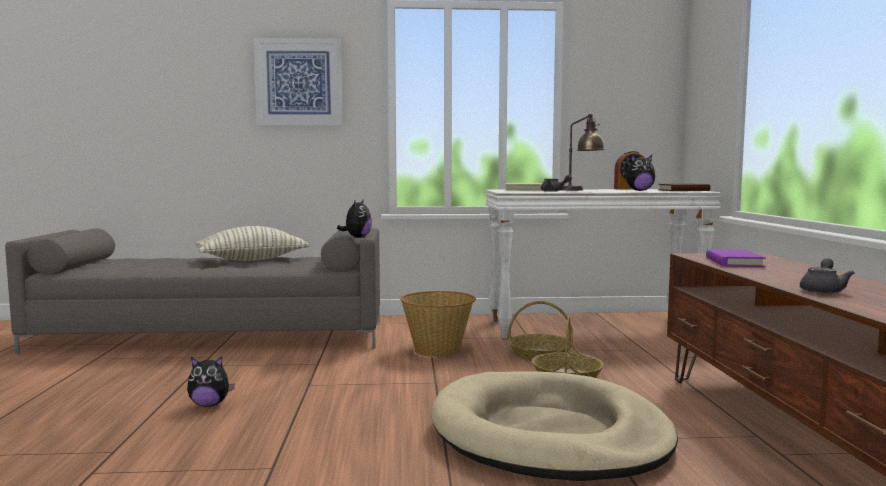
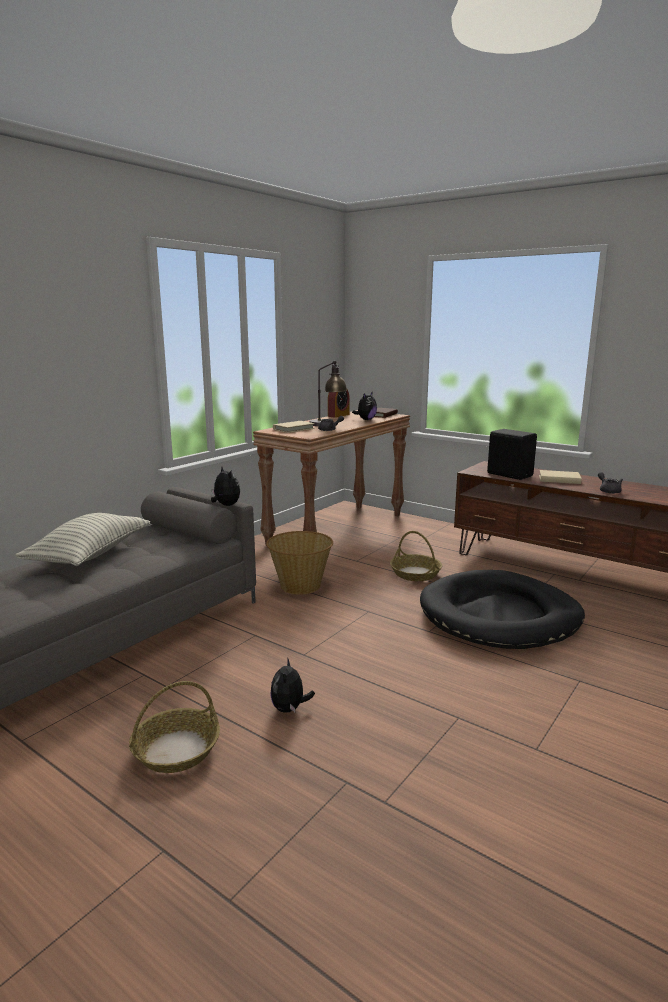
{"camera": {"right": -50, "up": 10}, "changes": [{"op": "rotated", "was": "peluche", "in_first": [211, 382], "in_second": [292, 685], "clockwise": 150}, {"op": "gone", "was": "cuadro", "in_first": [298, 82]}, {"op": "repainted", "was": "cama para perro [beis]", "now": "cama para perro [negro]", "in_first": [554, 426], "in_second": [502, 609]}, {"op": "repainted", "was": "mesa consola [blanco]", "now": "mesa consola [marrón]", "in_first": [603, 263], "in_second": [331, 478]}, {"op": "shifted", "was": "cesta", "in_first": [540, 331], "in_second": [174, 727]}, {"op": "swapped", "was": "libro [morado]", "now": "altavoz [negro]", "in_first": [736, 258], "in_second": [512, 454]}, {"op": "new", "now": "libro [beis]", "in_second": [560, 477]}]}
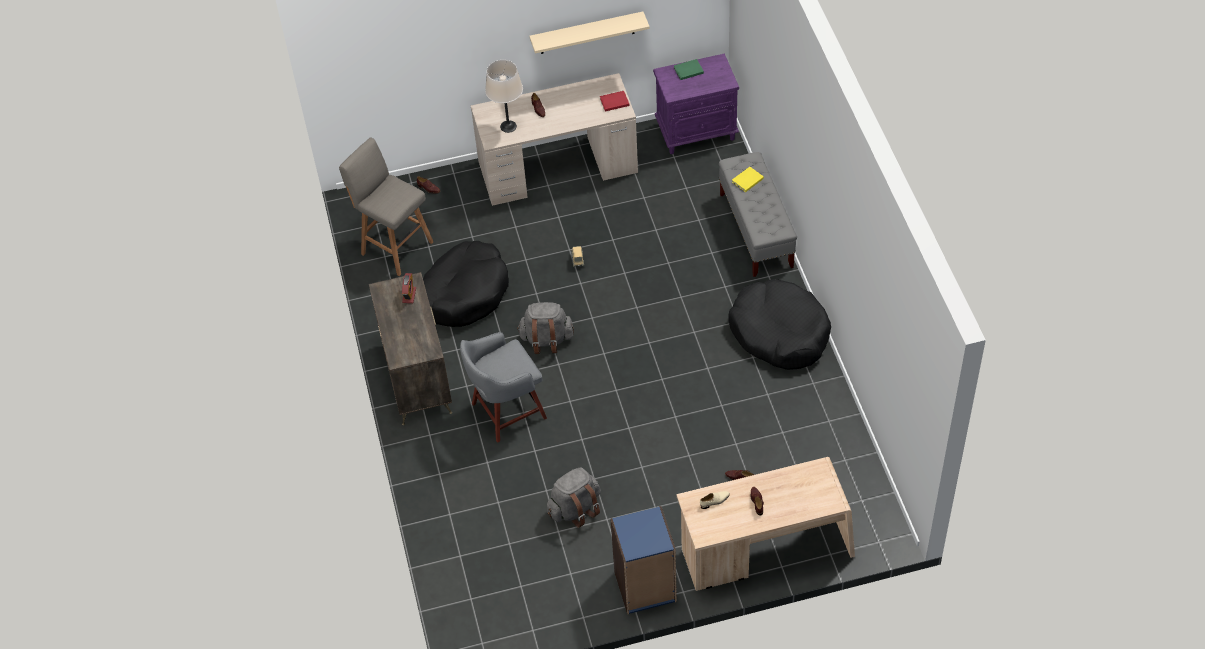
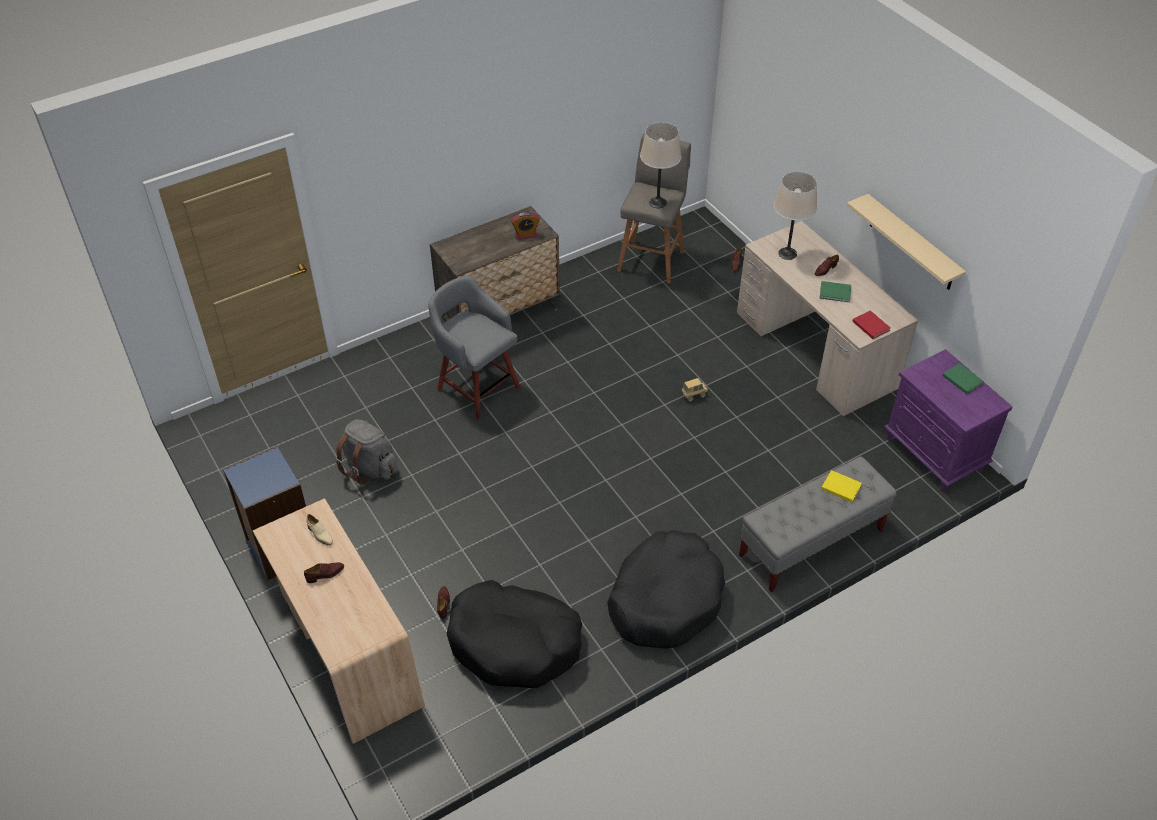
{"camera": {"right": 70, "up": -5}, "changes": [{"op": "shifted", "was": "cama para perro [negro]", "in_first": [466, 284], "in_second": [514, 634]}, {"op": "gone", "was": "mochila [gris]", "in_first": [545, 328]}, {"op": "new", "now": "lámpara de mesa [beis]", "in_second": [661, 165]}, {"op": "new", "now": "libro [verde]", "in_second": [835, 291]}]}
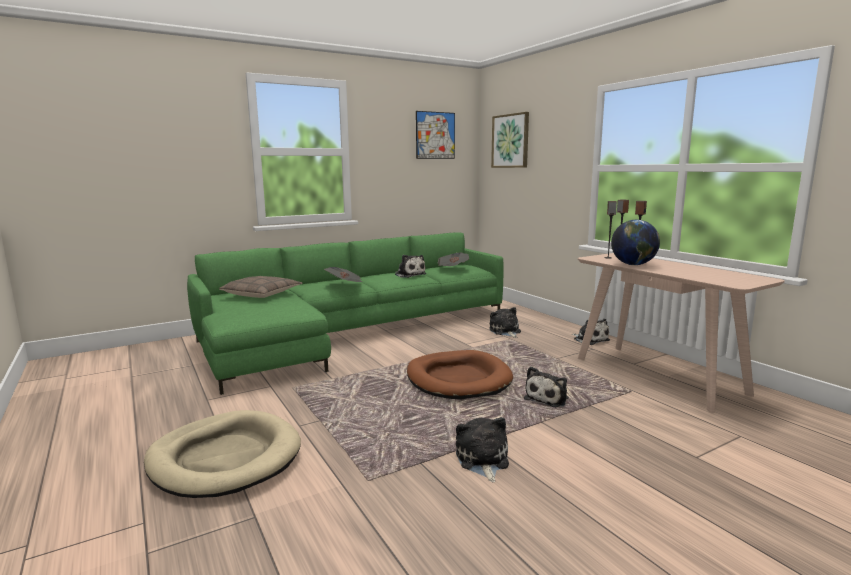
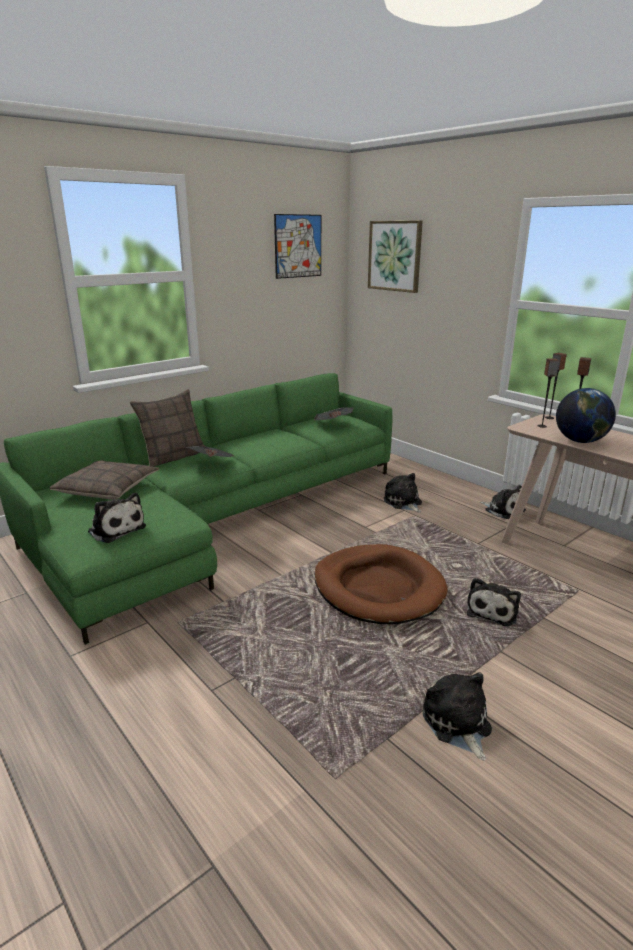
{"camera": {"right": -10, "up": 10}, "changes": [{"op": "gone", "was": "cama para perro [beis]", "in_first": [222, 454]}, {"op": "shifted", "was": "peluche", "in_first": [410, 266], "in_second": [117, 518]}, {"op": "new", "now": "cojín", "in_second": [167, 428]}]}
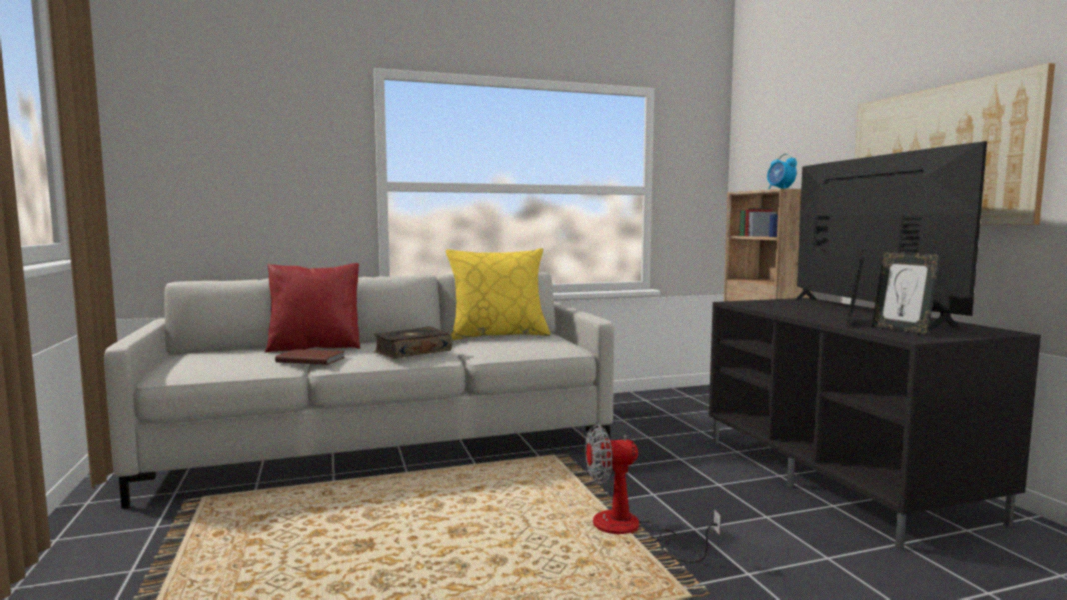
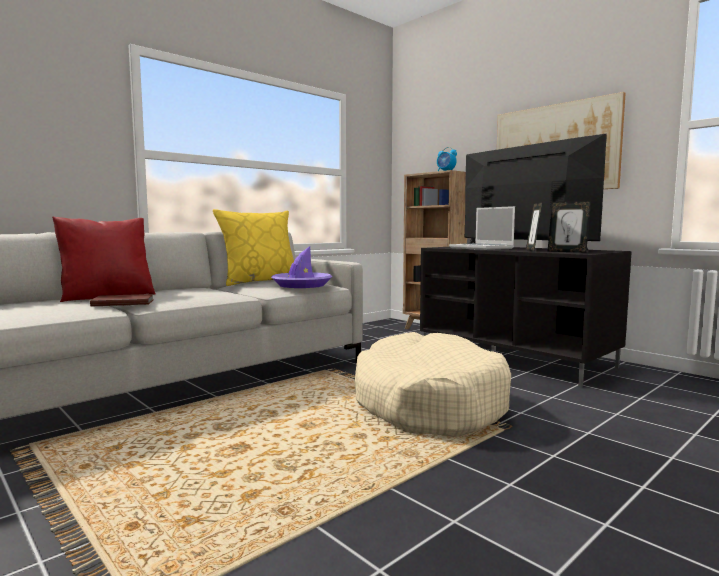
{"camera": {"right": -25, "up": 0}, "changes": [{"op": "gone", "was": "libro", "in_first": [413, 342]}, {"op": "swapped", "was": "ventilador", "now": "cama para perro [beis]", "in_first": [653, 493], "in_second": [432, 384]}, {"op": "new", "now": "sombrero [morado]", "in_second": [302, 267]}, {"op": "new", "now": "portátil", "in_second": [482, 228]}]}
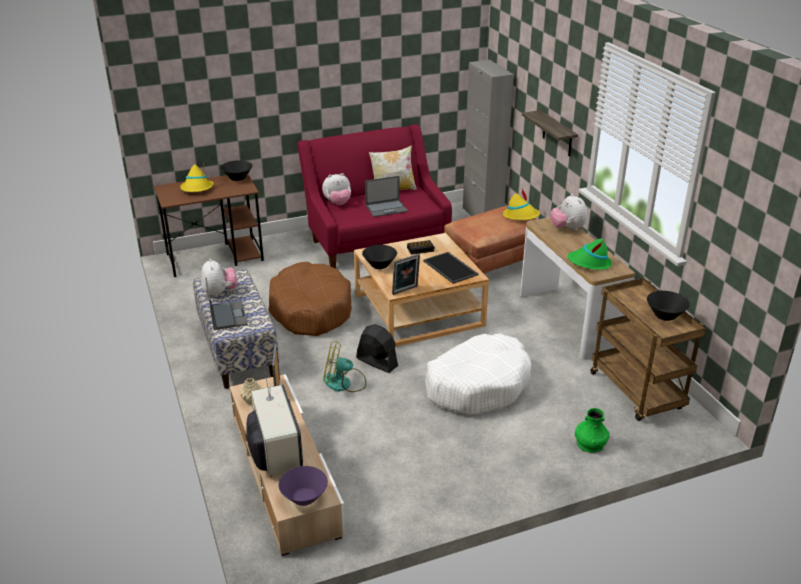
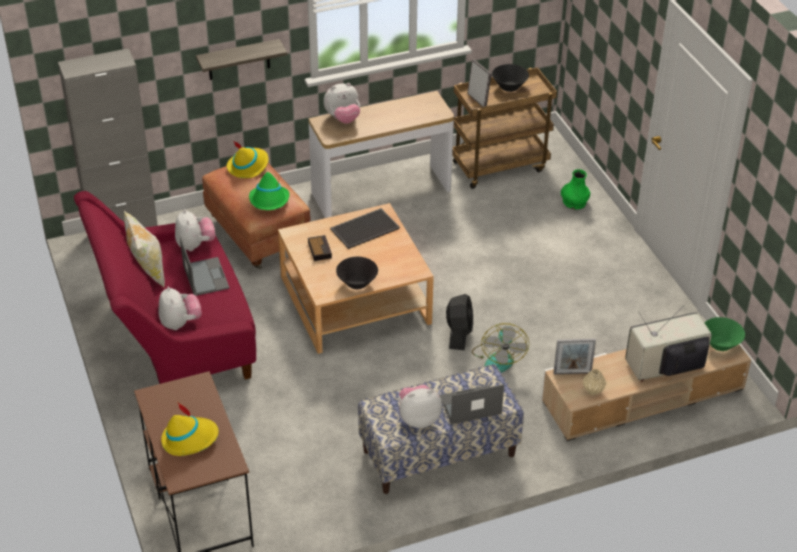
{"camera": {"right": -90, "up": 10}, "changes": [{"op": "gone", "was": "cuenco [negro]", "in_first": [236, 170]}, {"op": "gone", "was": "cama para perro [marrón]", "in_first": [310, 299]}, {"op": "repainted", "was": "cuenco [morado]", "now": "cuenco [verde]", "in_first": [303, 486], "in_second": [725, 334]}, {"op": "rotated", "was": "ventilador [negro]", "in_first": [377, 348], "in_second": [459, 322], "clockwise": 150}, {"op": "shifted", "was": "portarretratos", "in_first": [406, 274], "in_second": [479, 83]}, {"op": "gone", "was": "cama para perro [blanco]", "in_first": [478, 374]}, {"op": "shifted", "was": "sombrero [verde]", "in_first": [590, 254], "in_second": [269, 190]}, {"op": "new", "now": "peluche", "in_second": [195, 230]}]}
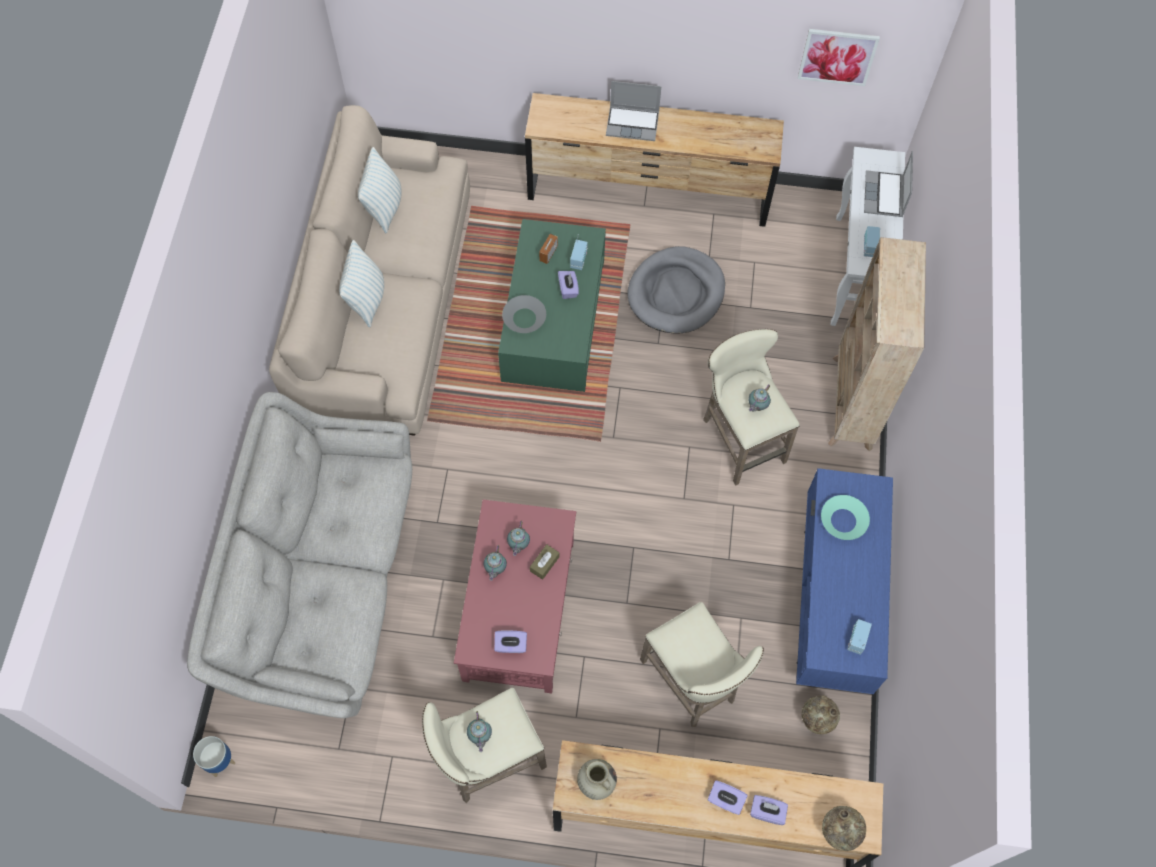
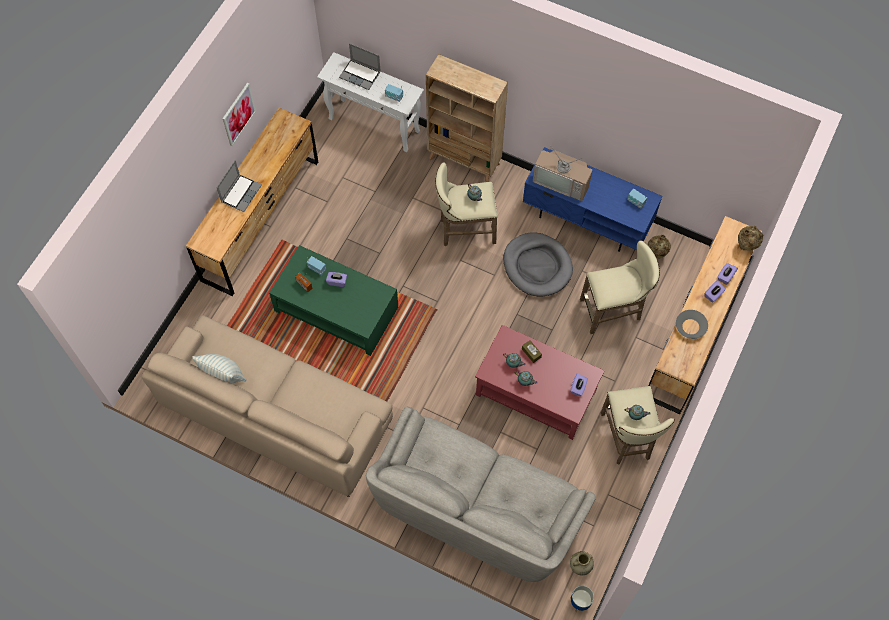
{"camera": {"right": -70, "up": 0}, "changes": [{"op": "gone", "was": "cojín", "in_first": [361, 284]}, {"op": "shifted", "was": "cuenco [gris]", "in_first": [524, 314], "in_second": [692, 324]}, {"op": "shifted", "was": "florero [beis]", "in_first": [597, 779], "in_second": [582, 563]}, {"op": "shifted", "was": "cama para perro [gris]", "in_first": [676, 290], "in_second": [538, 264]}, {"op": "shifted", "was": "cuadro", "in_first": [839, 57], "in_second": [239, 114]}, {"op": "swapped", "was": "cuenco [turquesa]", "now": "televisor", "in_first": [845, 517], "in_second": [562, 173]}]}
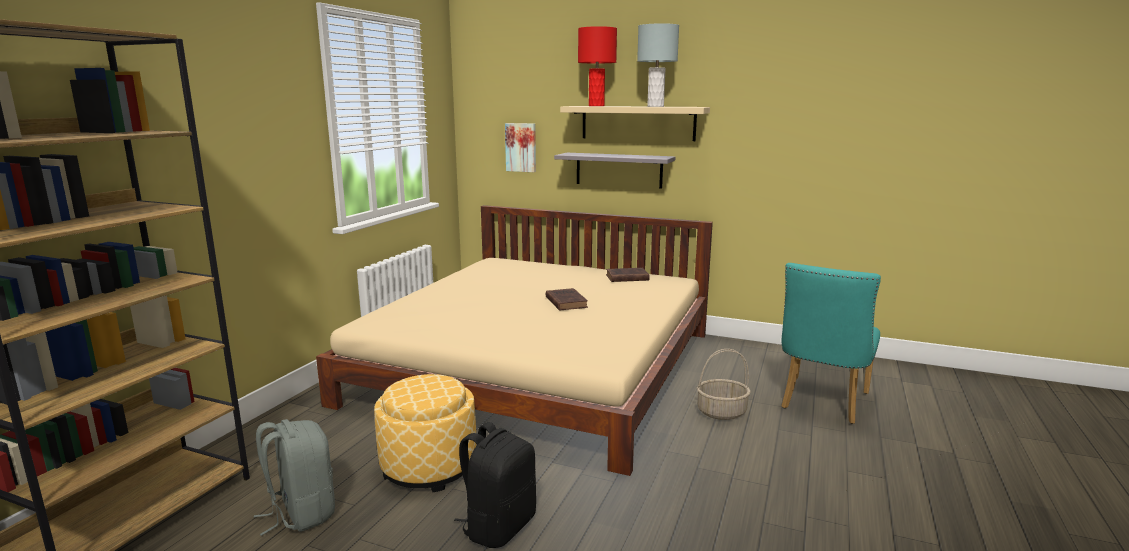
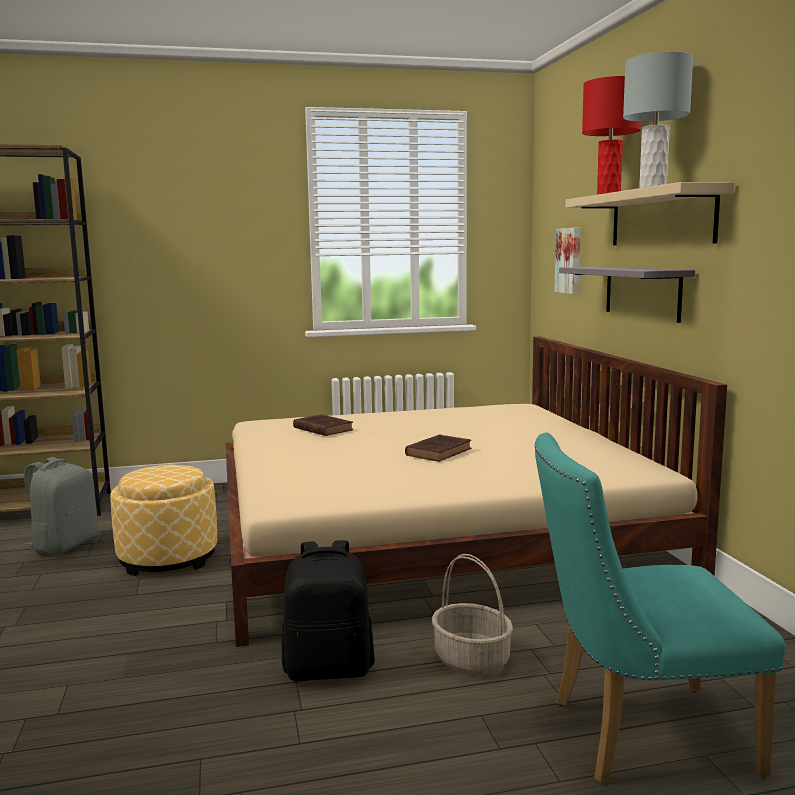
{"camera": {"right": 55, "up": -5}, "changes": [{"op": "shifted", "was": "mochila [negro]", "in_first": [495, 485], "in_second": [328, 610]}, {"op": "shifted", "was": "libro [marrón]", "in_first": [628, 275], "in_second": [323, 425]}]}
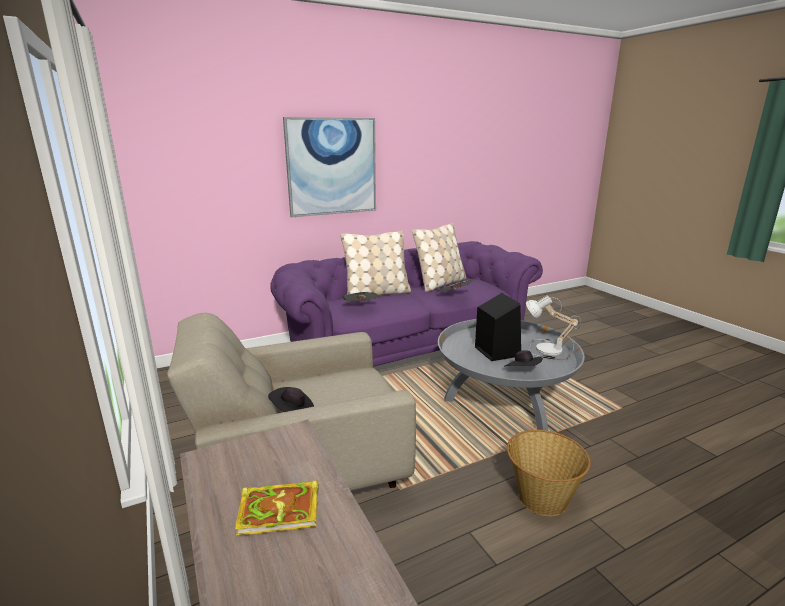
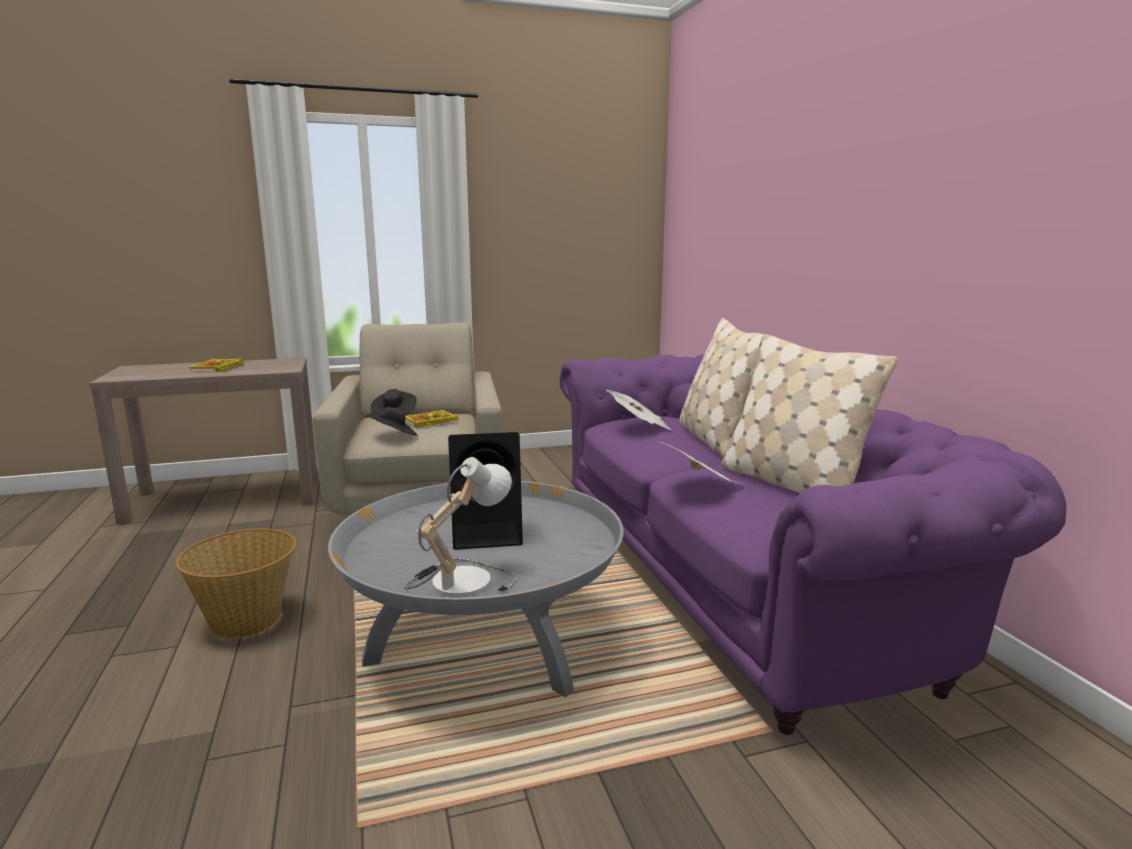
{"camera": {"right": 100, "up": -5}, "changes": [{"op": "gone", "was": "cuadro", "in_first": [329, 167]}, {"op": "shifted", "was": "sombrero [negro]", "in_first": [523, 358], "in_second": [392, 421]}, {"op": "new", "now": "libro", "in_second": [432, 419]}]}
